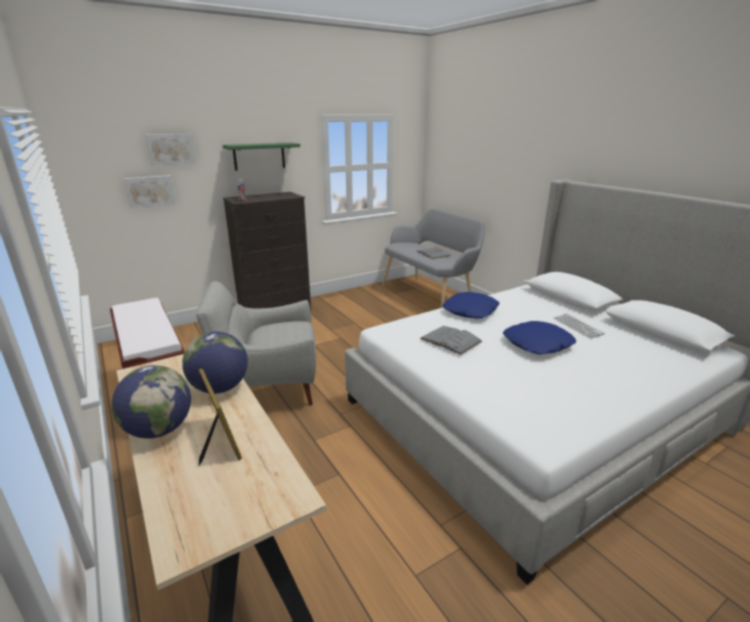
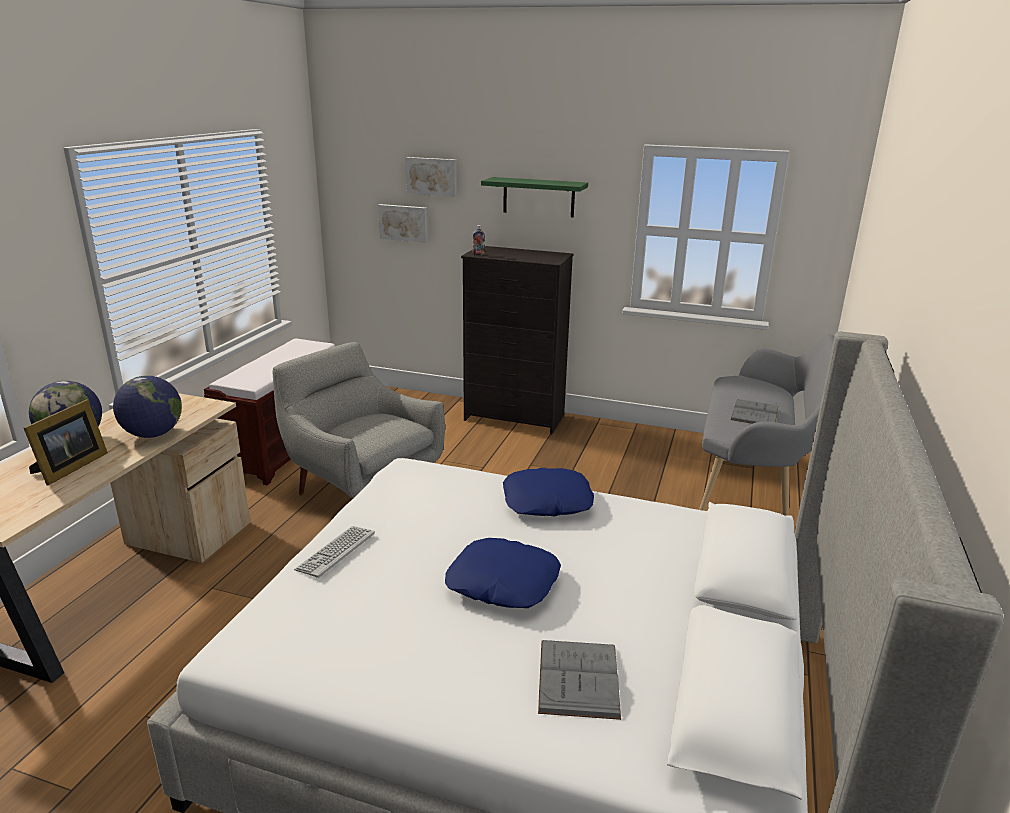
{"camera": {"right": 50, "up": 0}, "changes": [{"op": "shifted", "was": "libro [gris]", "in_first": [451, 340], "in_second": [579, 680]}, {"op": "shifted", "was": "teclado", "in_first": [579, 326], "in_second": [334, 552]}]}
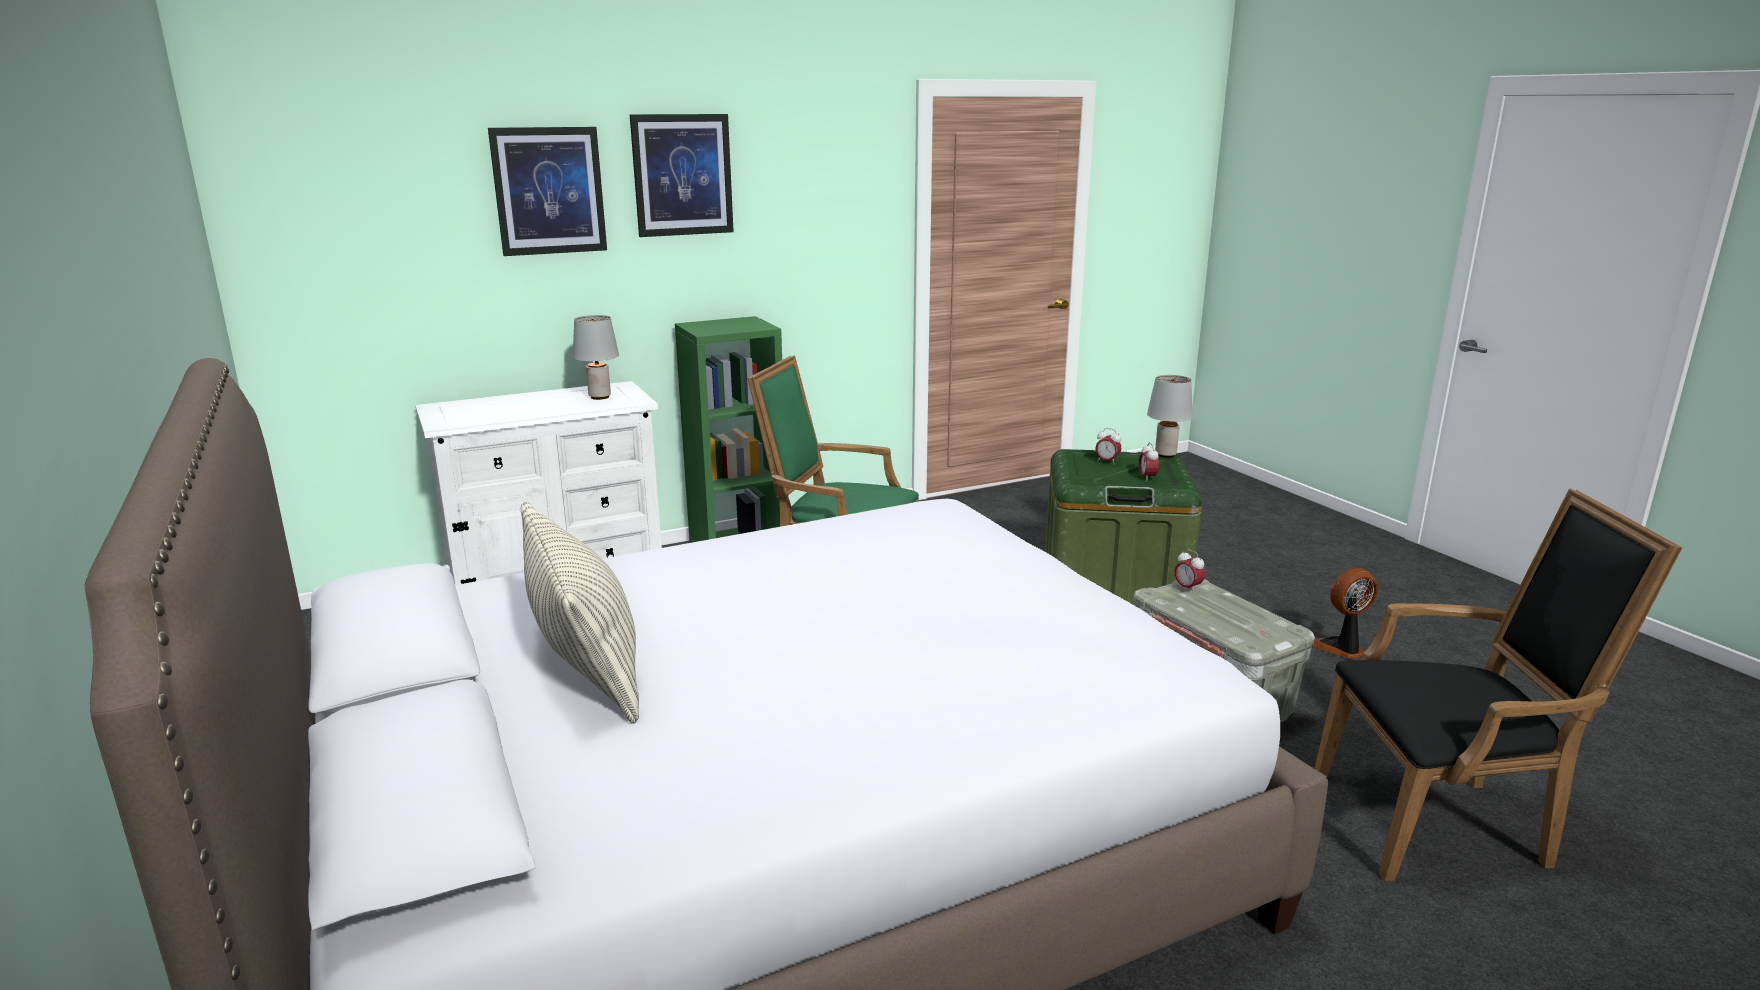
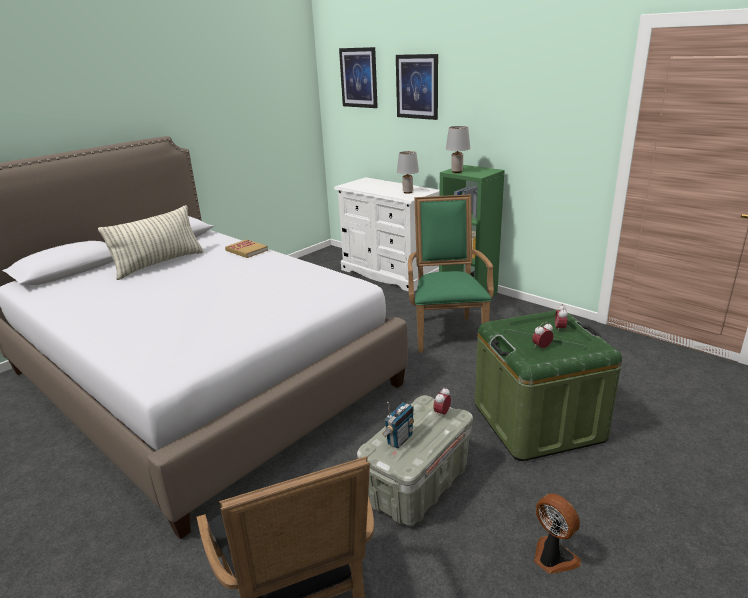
{"camera": {"right": 70, "up": 5}, "changes": [{"op": "shifted", "was": "cuadro", "in_first": [682, 175], "in_second": [358, 77]}, {"op": "shifted", "was": "lámpara de mesa [gris]", "in_first": [1170, 416], "in_second": [458, 149]}, {"op": "new", "now": "libro", "in_second": [246, 248]}, {"op": "new", "now": "radio", "in_second": [398, 425]}]}
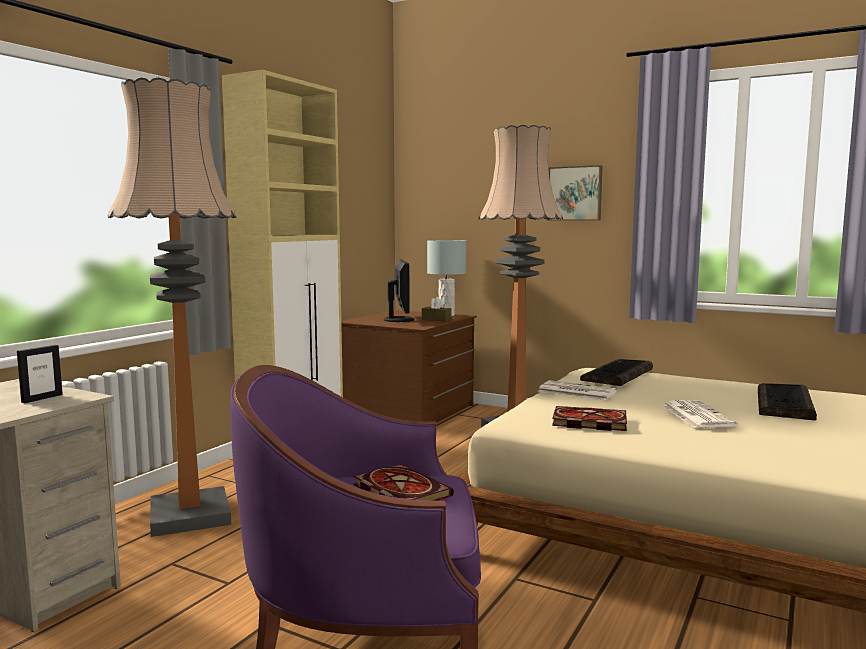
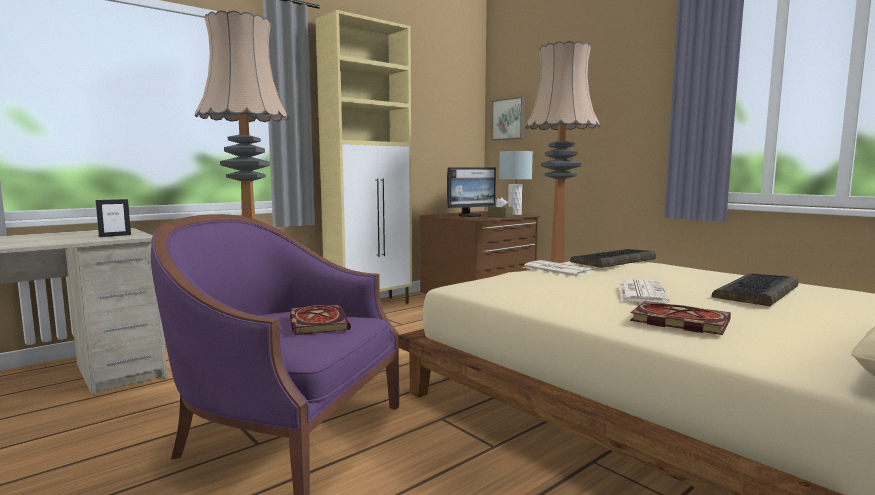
{"camera": {"right": 20, "up": 0}, "changes": [{"op": "rotated", "was": "monitor", "in_first": [399, 291], "in_second": [471, 192], "clockwise": 45}, {"op": "shifted", "was": "cuadro", "in_first": [575, 193], "in_second": [508, 118]}, {"op": "shifted", "was": "libro", "in_first": [589, 418], "in_second": [680, 318]}]}
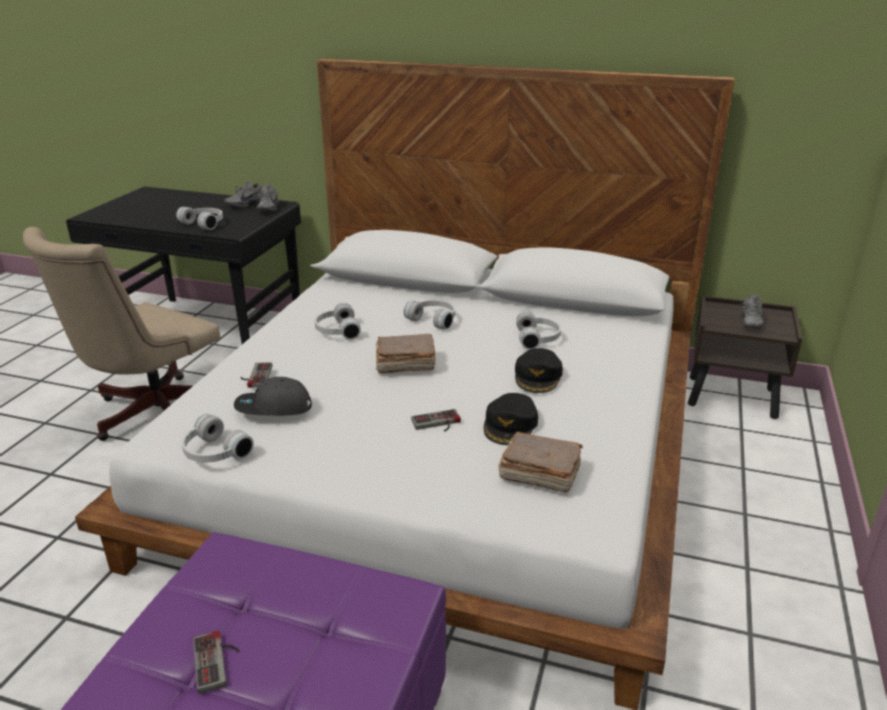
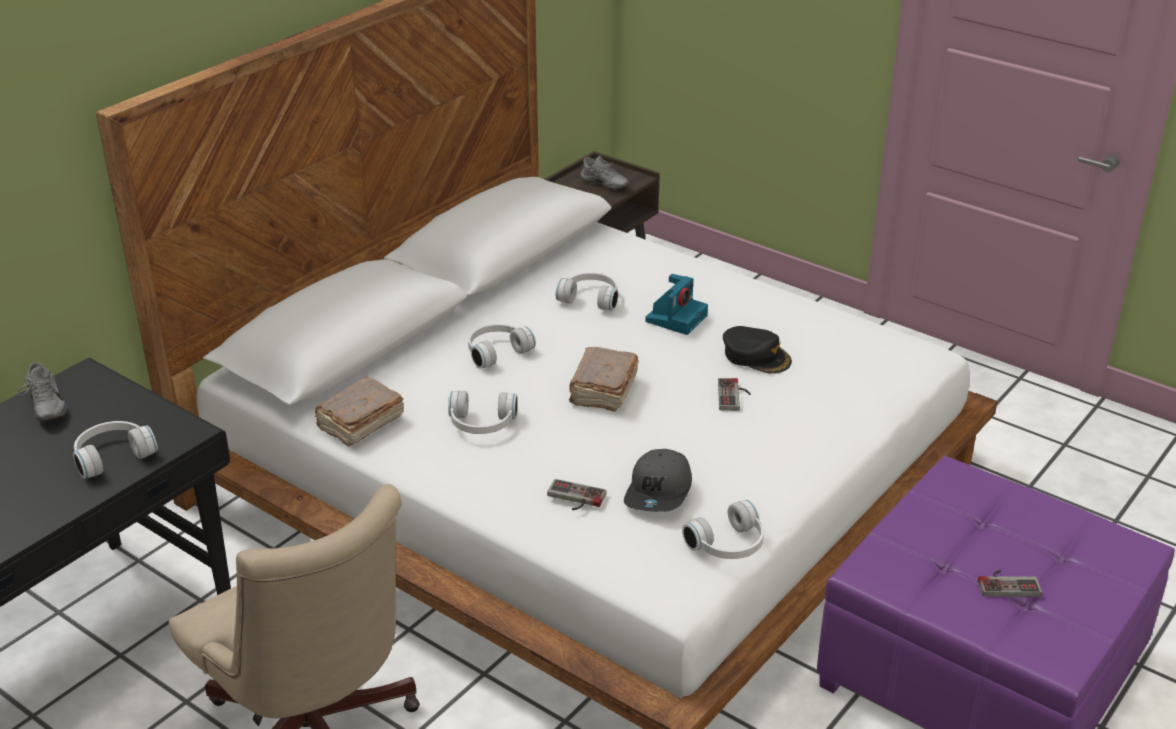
{"camera": {"right": -70, "up": 5}, "changes": [{"op": "gone", "was": "zapato [gris]", "in_first": [266, 197]}, {"op": "shifted", "was": "libro [marrón]", "in_first": [540, 462], "in_second": [359, 412]}, {"op": "swapped", "was": "gorra [negro]", "now": "cámara", "in_first": [539, 370], "in_second": [676, 304]}]}
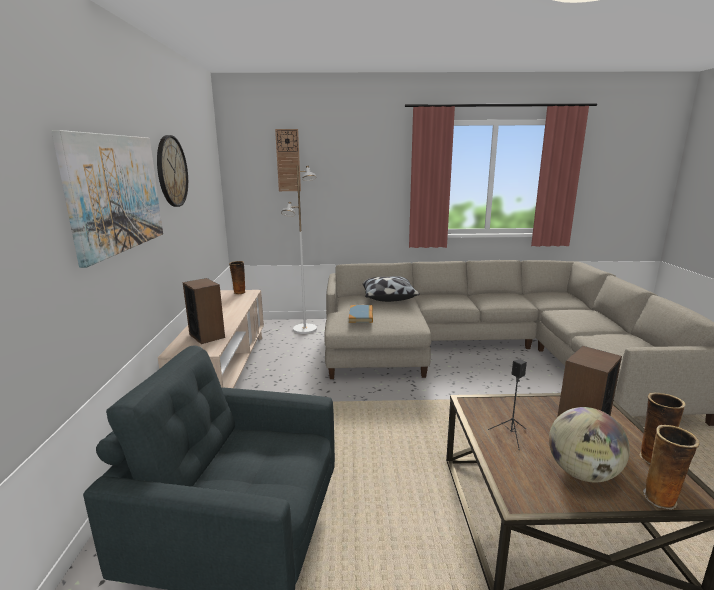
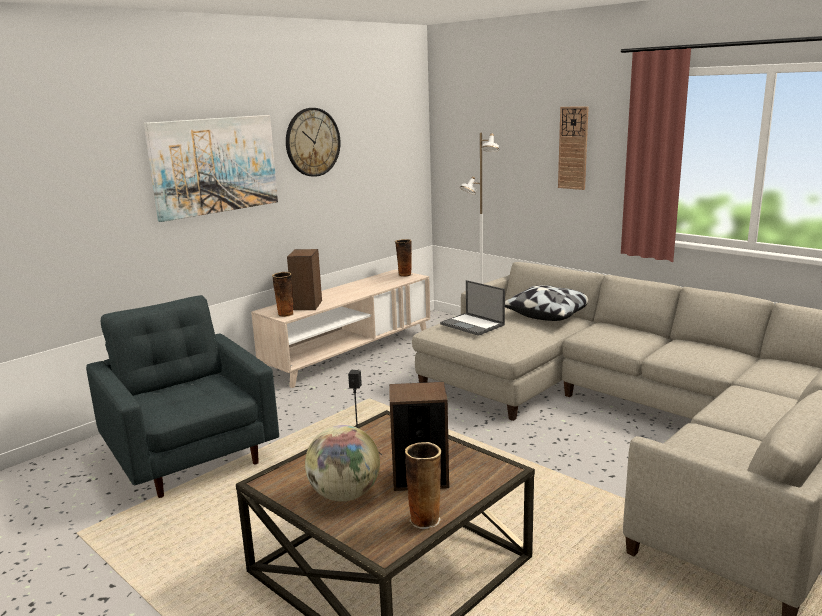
{"camera": {"right": 45, "up": 0}, "changes": [{"op": "shifted", "was": "reloj de pared", "in_first": [288, 160], "in_second": [573, 148]}, {"op": "swapped", "was": "libro", "now": "portátil", "in_first": [361, 314], "in_second": [472, 308]}, {"op": "shifted", "was": "florero", "in_first": [671, 467], "in_second": [283, 294]}]}
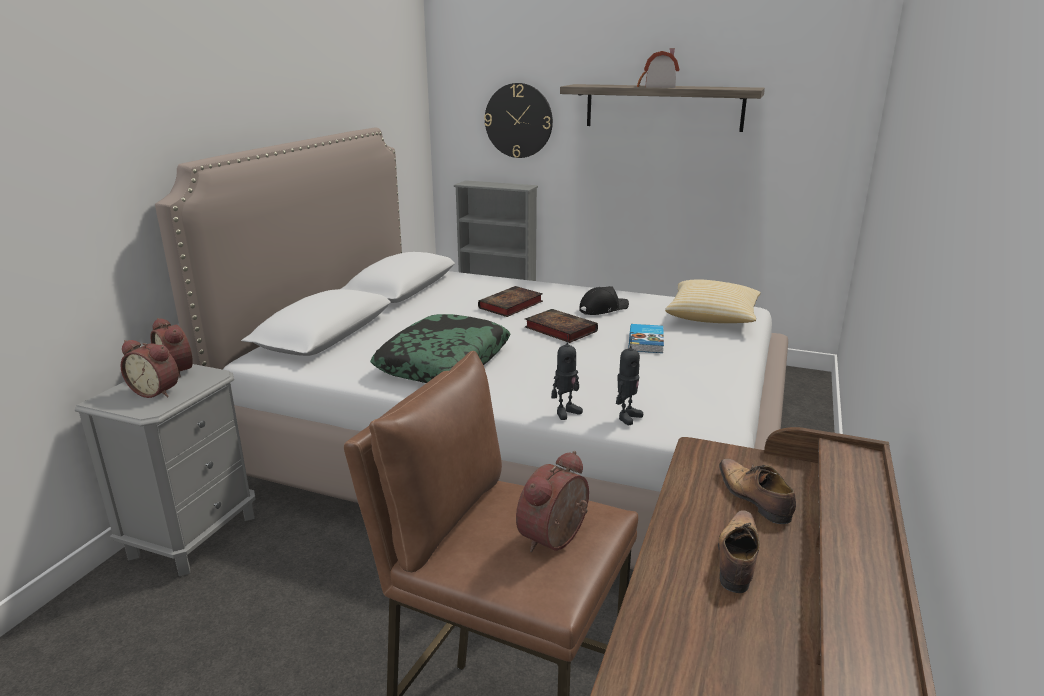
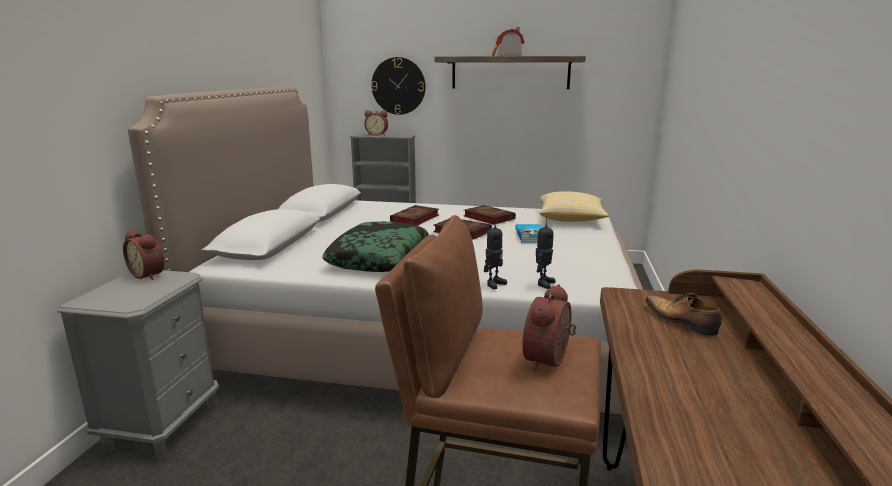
{"camera": {"right": -10, "up": -5}, "changes": [{"op": "shifted", "was": "despertador", "in_first": [149, 369], "in_second": [376, 123]}, {"op": "swapped", "was": "gorra [negro]", "now": "libro", "in_first": [604, 300], "in_second": [490, 215]}, {"op": "gone", "was": "zapato", "in_first": [739, 551]}]}
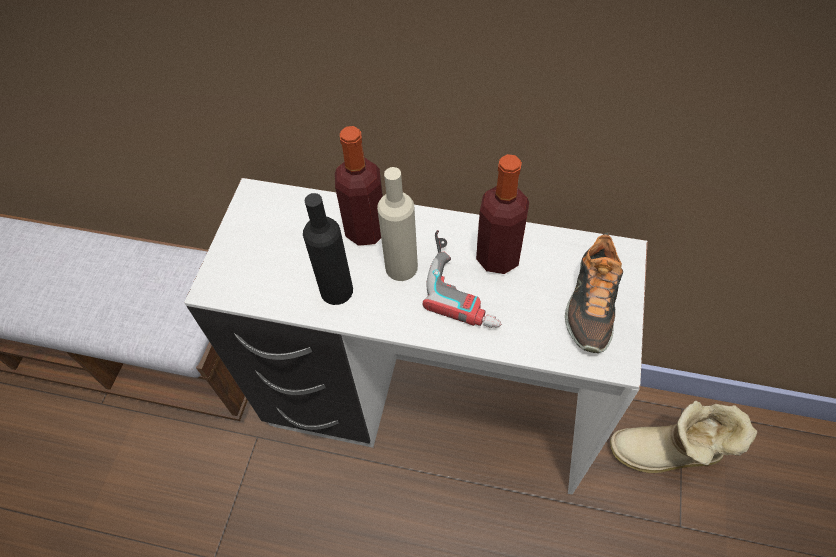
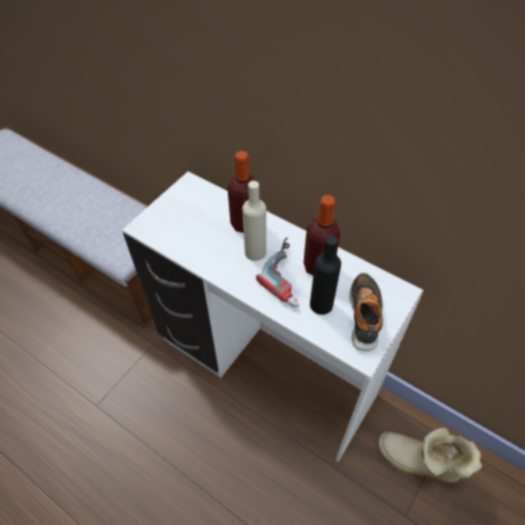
{"camera": {"right": 20, "up": -5}, "changes": [{"op": "shifted", "was": "botella [negro]", "in_first": [328, 249], "in_second": [325, 275]}, {"op": "rotated", "was": "zapato", "in_first": [594, 293], "in_second": [366, 312], "clockwise": 150}]}
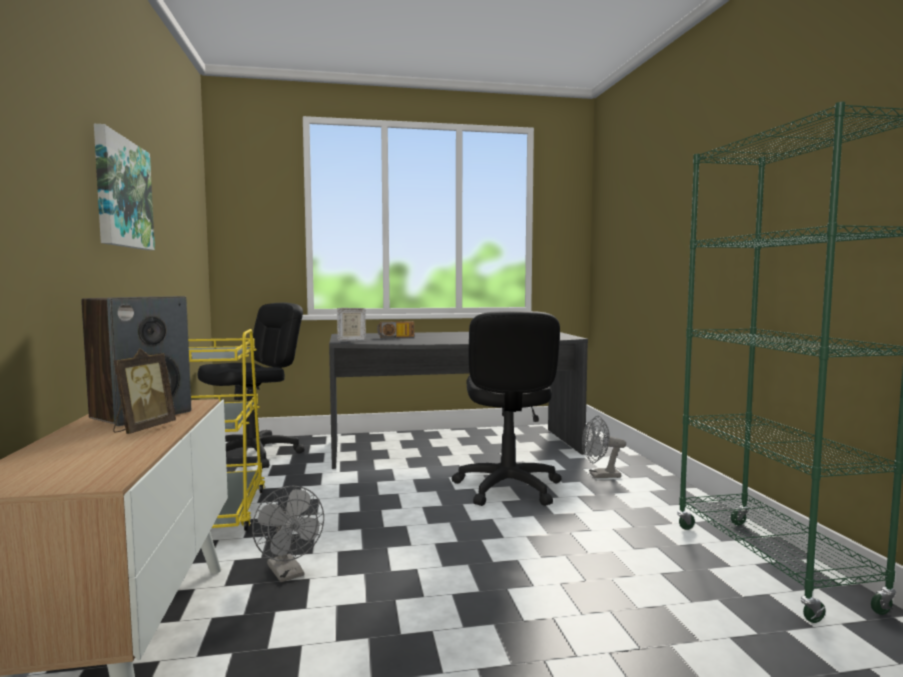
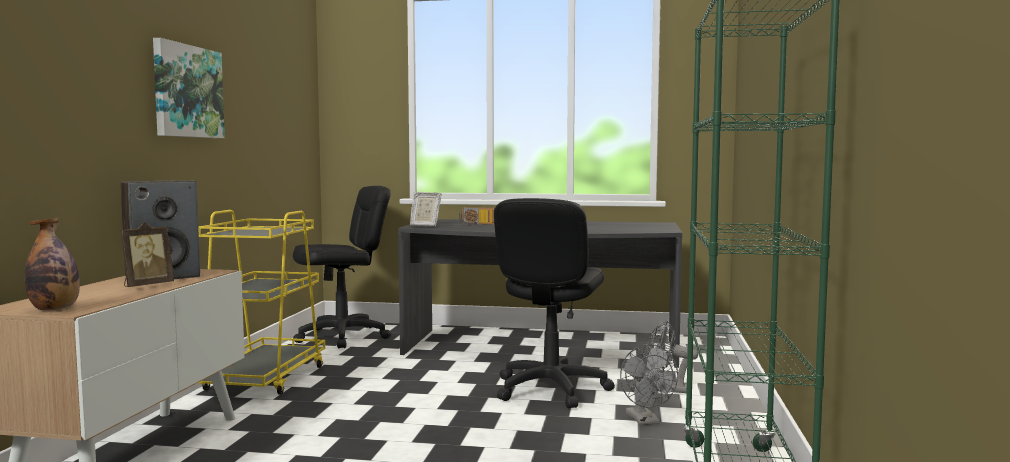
{"camera": {"right": 20, "up": 0}, "changes": [{"op": "shifted", "was": "ventilador [gris]", "in_first": [288, 533], "in_second": [649, 384]}, {"op": "new", "now": "botella", "in_second": [52, 264]}]}
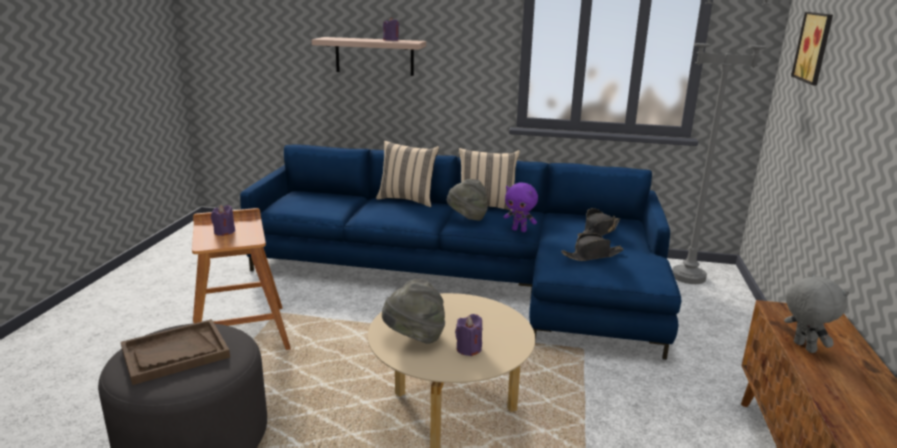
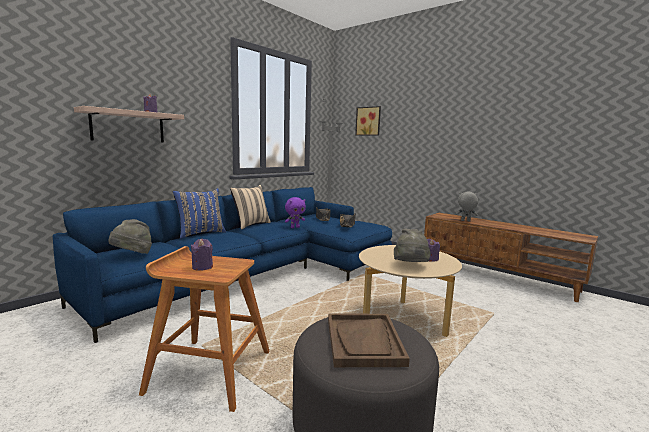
{"camera": {"right": -60, "up": -10}, "changes": [{"op": "repainted", "was": "cojín [beis]", "now": "cojín [azul]", "in_first": [407, 174], "in_second": [199, 213]}, {"op": "shifted", "was": "sombrero [gris]", "in_first": [467, 200], "in_second": [130, 236]}]}
